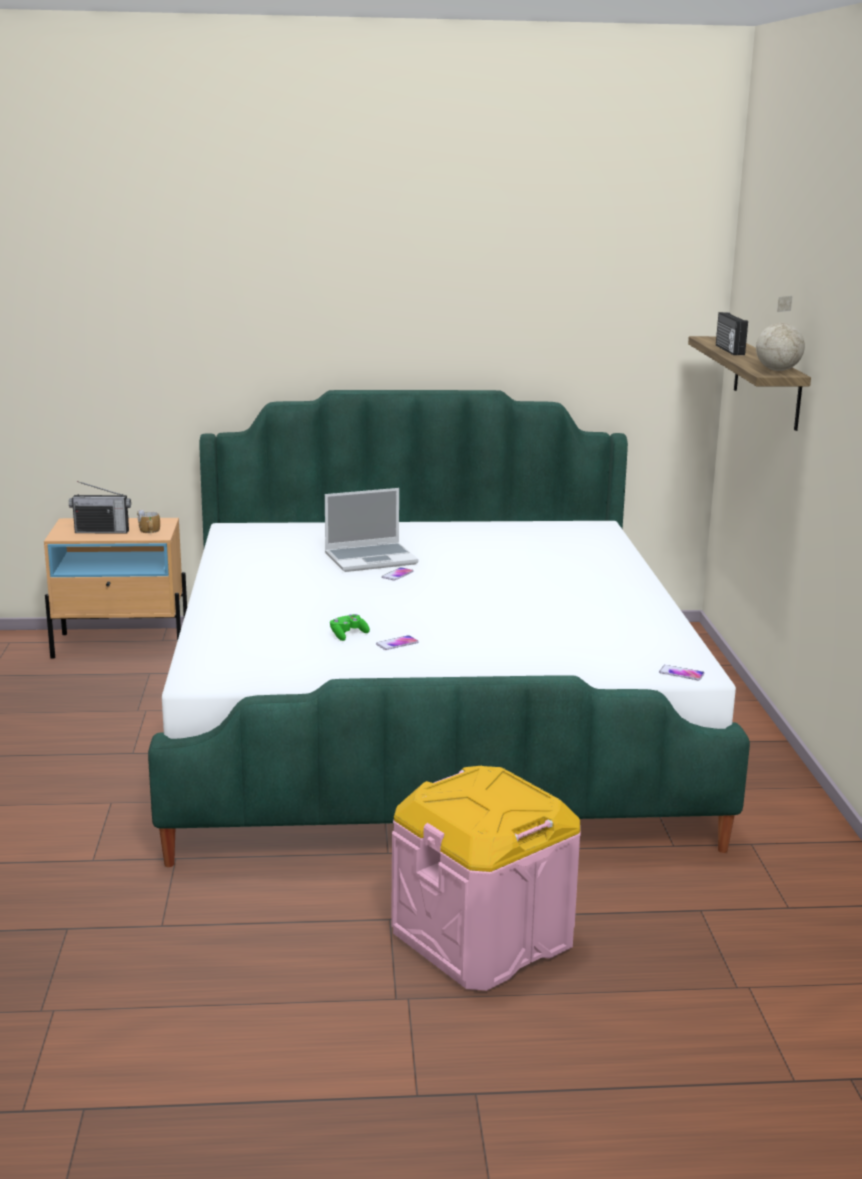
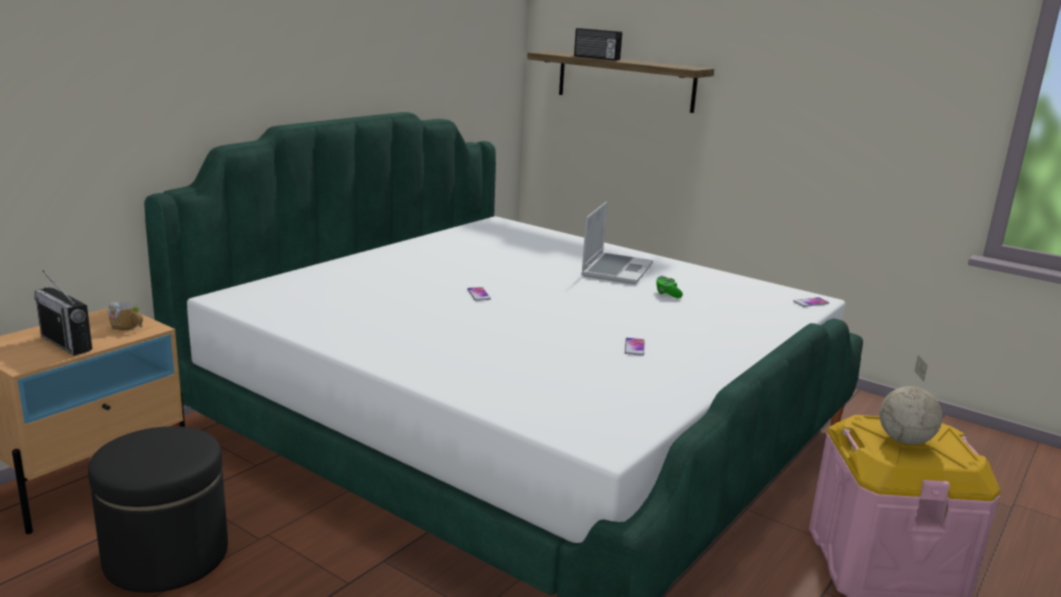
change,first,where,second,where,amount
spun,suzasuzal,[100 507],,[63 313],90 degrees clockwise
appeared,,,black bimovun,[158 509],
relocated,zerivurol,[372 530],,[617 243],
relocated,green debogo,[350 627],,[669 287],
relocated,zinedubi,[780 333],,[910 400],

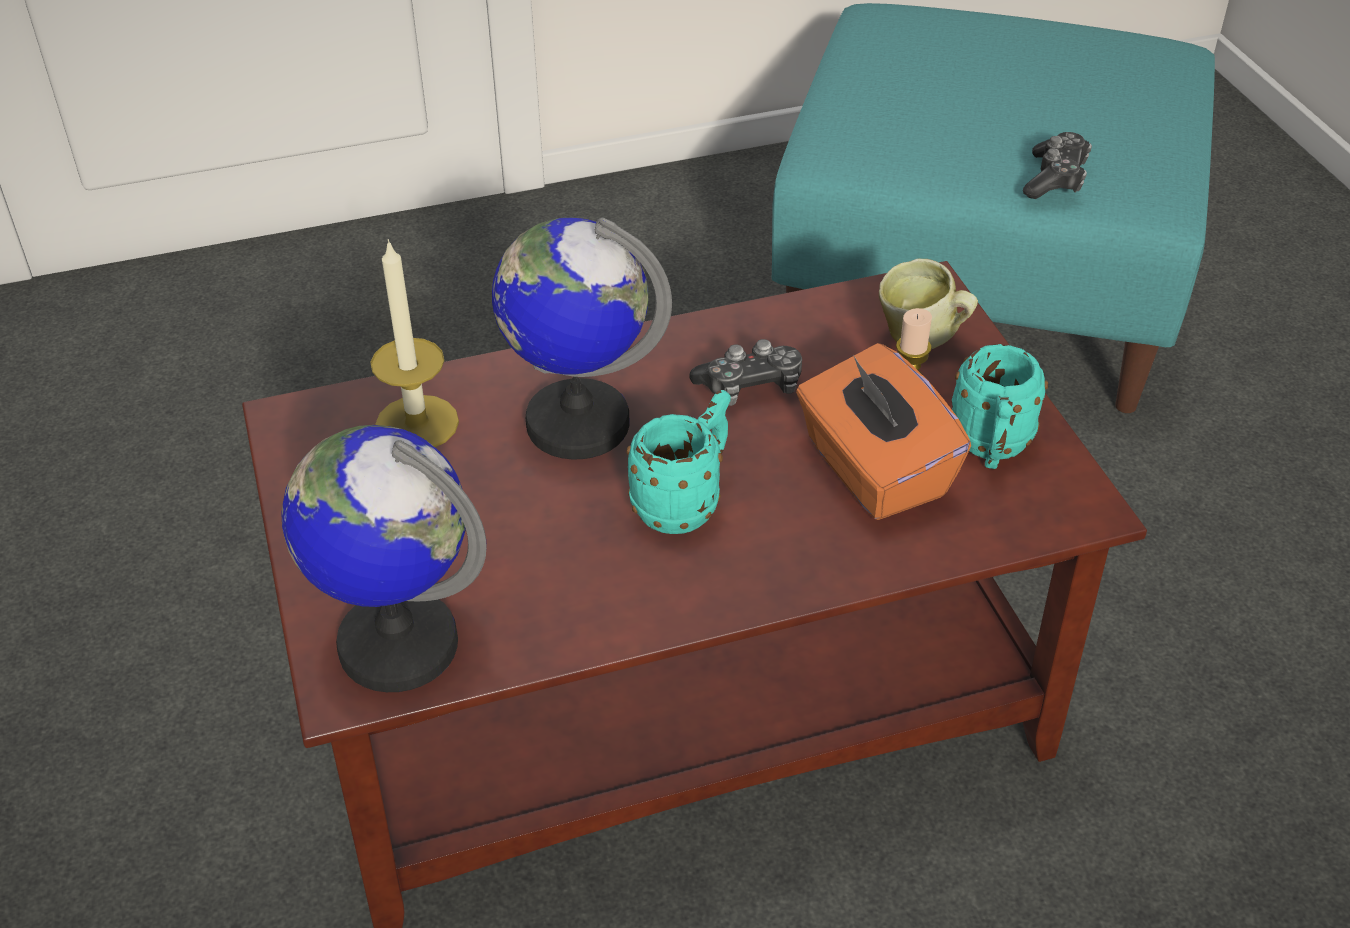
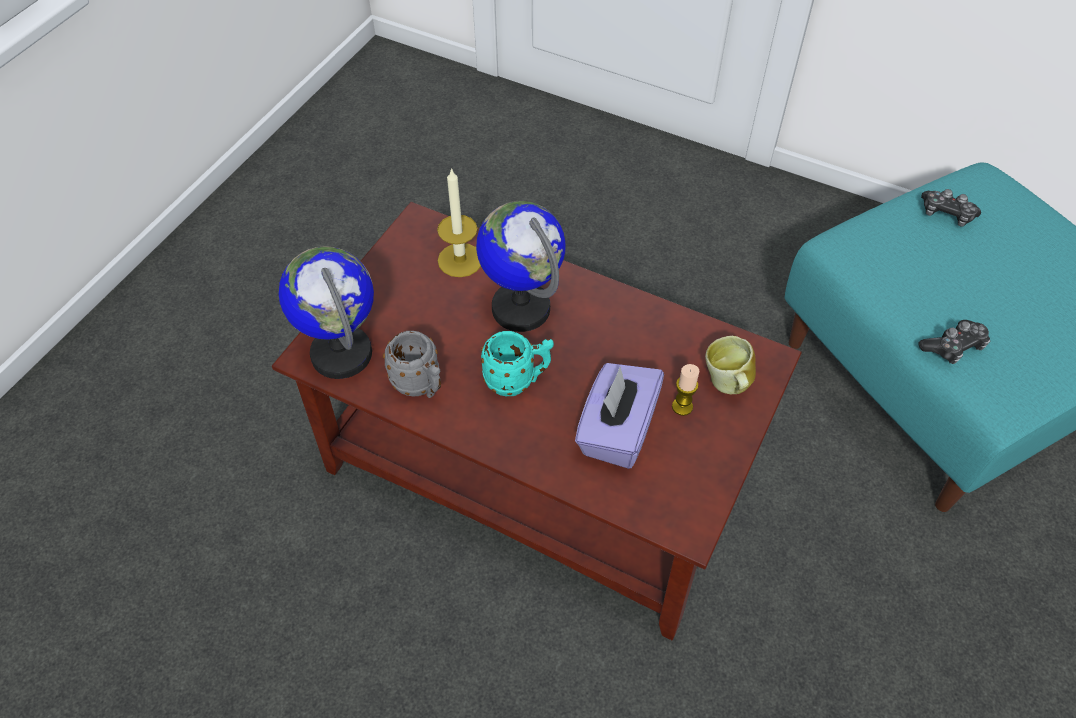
change,first,where,second,where,amount
appeared,,,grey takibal,[412 364],
colour,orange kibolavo,[883 431],purple kibolavo,[619 416],
relocated,debogo,[745 372],,[951 208],
missing,turquoise takibal,[1000 406],,,

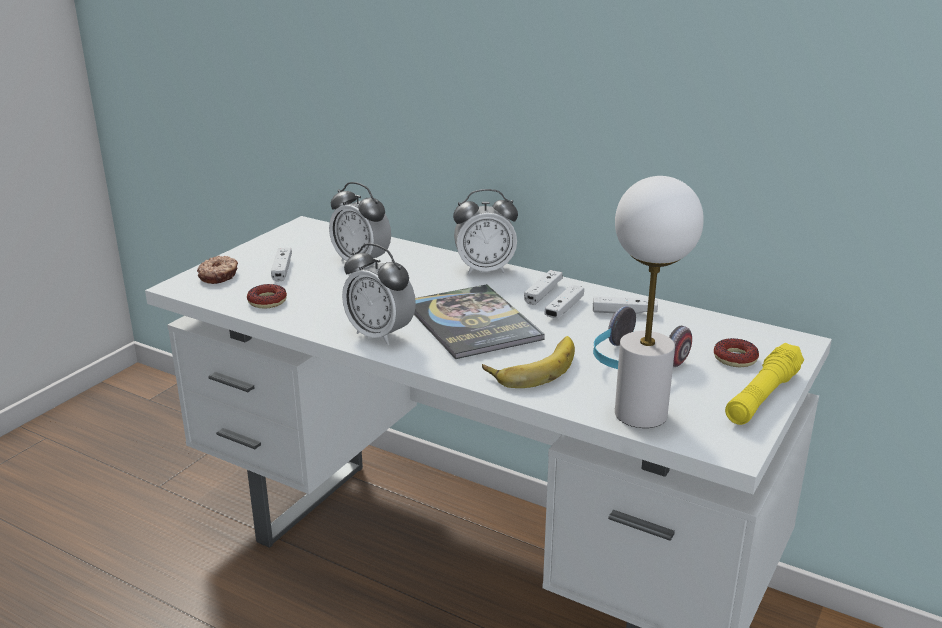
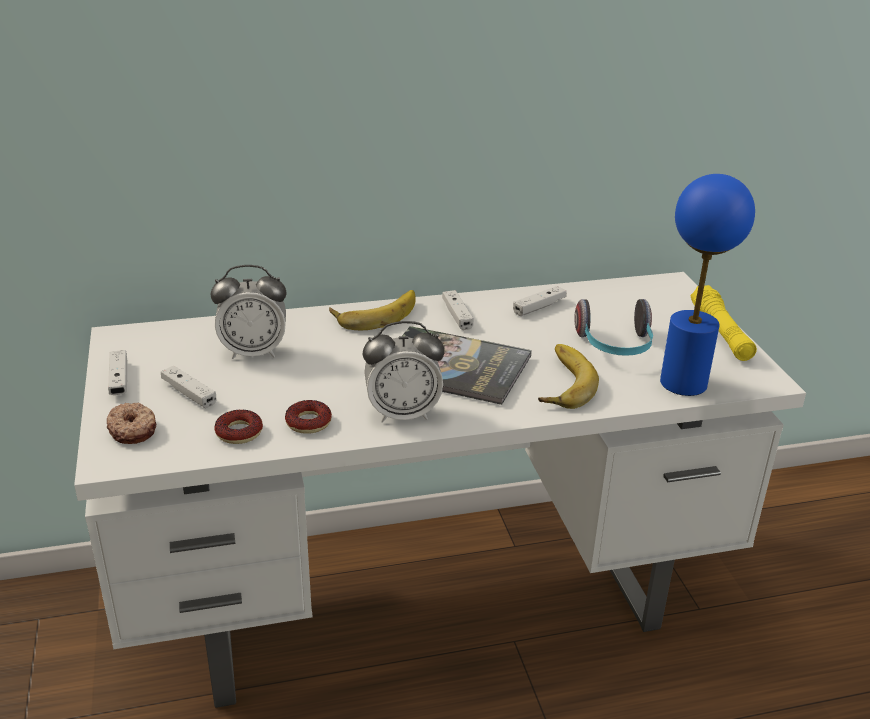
change,first,where,second,where,amount
relocated,white debogo,[564 301],,[117 372],
relocated,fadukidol,[736 352],,[308 417],
exchanged,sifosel,[485 232],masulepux,[372 310],
colour,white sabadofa,[659 302],blue sabadofa,[707 285],

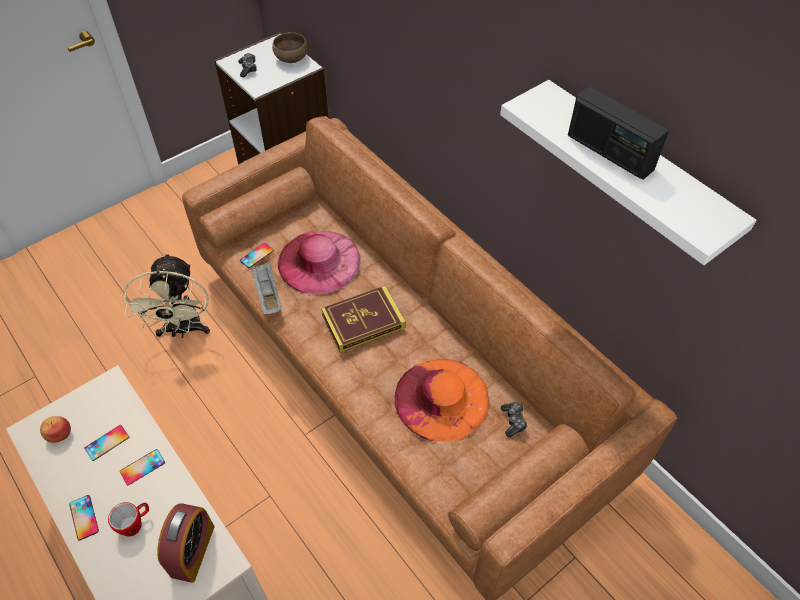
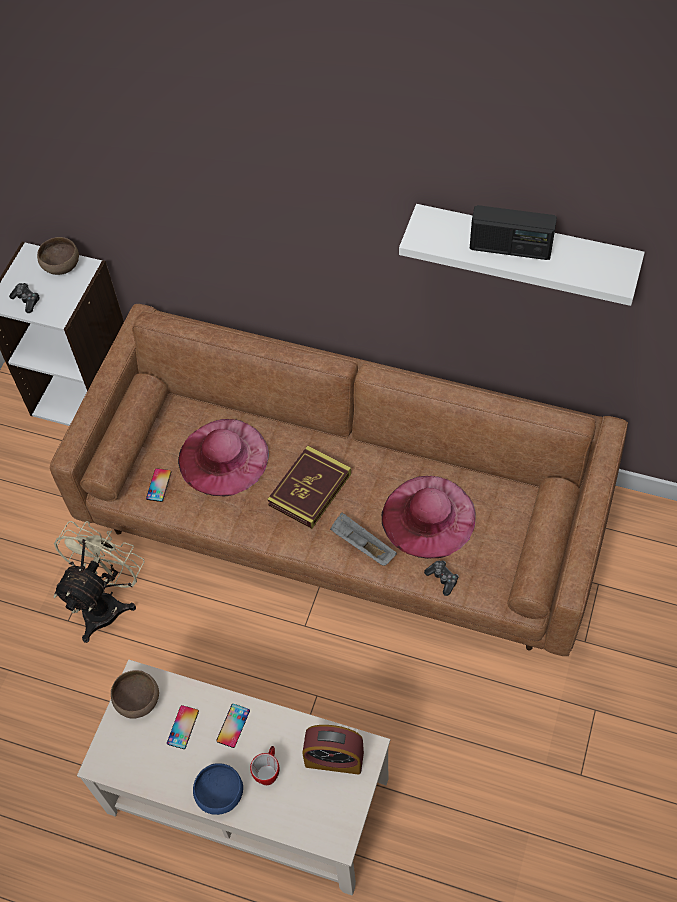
change,first,where,second,where,amount
spun,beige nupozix,[167 295],,[99 582],120 degrees counterclockwise
appeared,,,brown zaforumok,[135 694],
exchanged,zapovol,[84 518],blue zaforumok,[218 789],
spun,sifosel,[185 543],,[333 750],120 degrees clockwise
relocated,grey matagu,[266 288],,[363 539],
colour,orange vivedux,[441 400],pink vivedux,[429 517],
relocated,debogo,[514 419],,[441 578],
missing,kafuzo,[55 429],,,

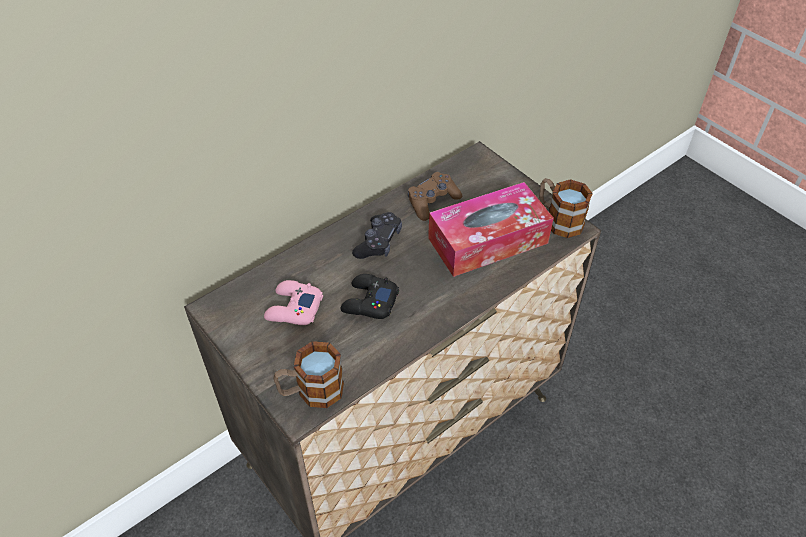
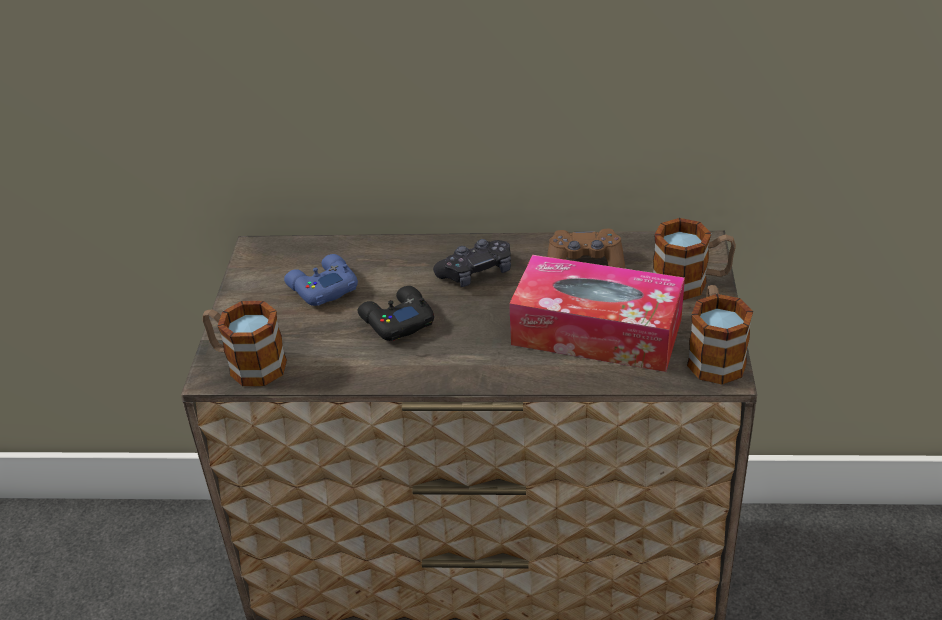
change,first,where,second,where,amount
colour,pink debogo,[293 302],blue debogo,[321 280],
appeared,,,takibal,[694 259],

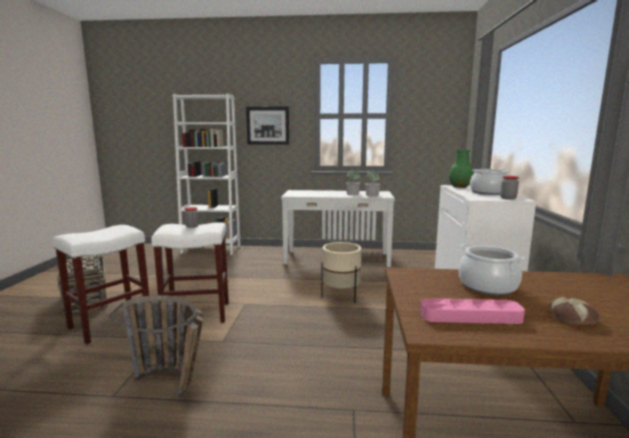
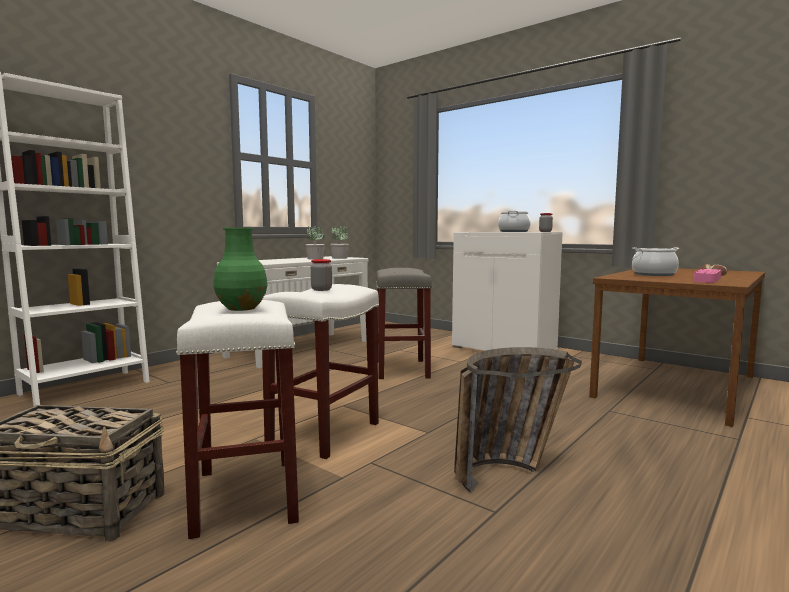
change,first,where,second,where,amount
relocated,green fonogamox,[461 169],,[240 269],
exchanged,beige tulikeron,[341 272],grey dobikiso,[404 323],
missing,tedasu,[267 125],,,

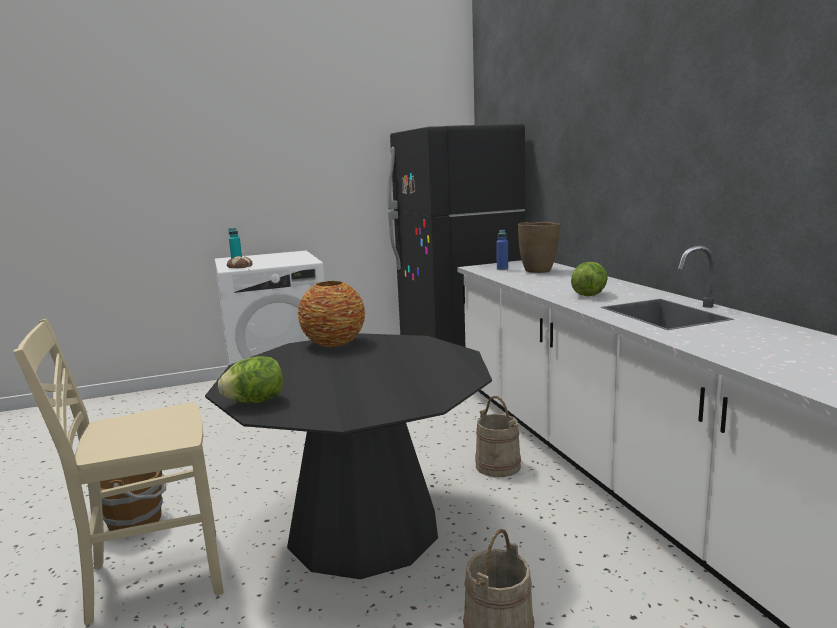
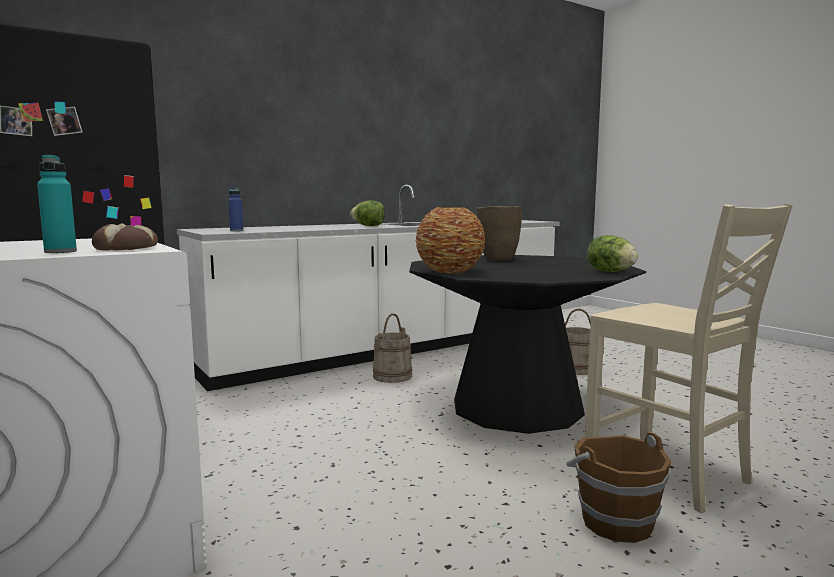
change,first,where,second,where,amount
relocated,brown fonogamox,[539 247],,[499 233],

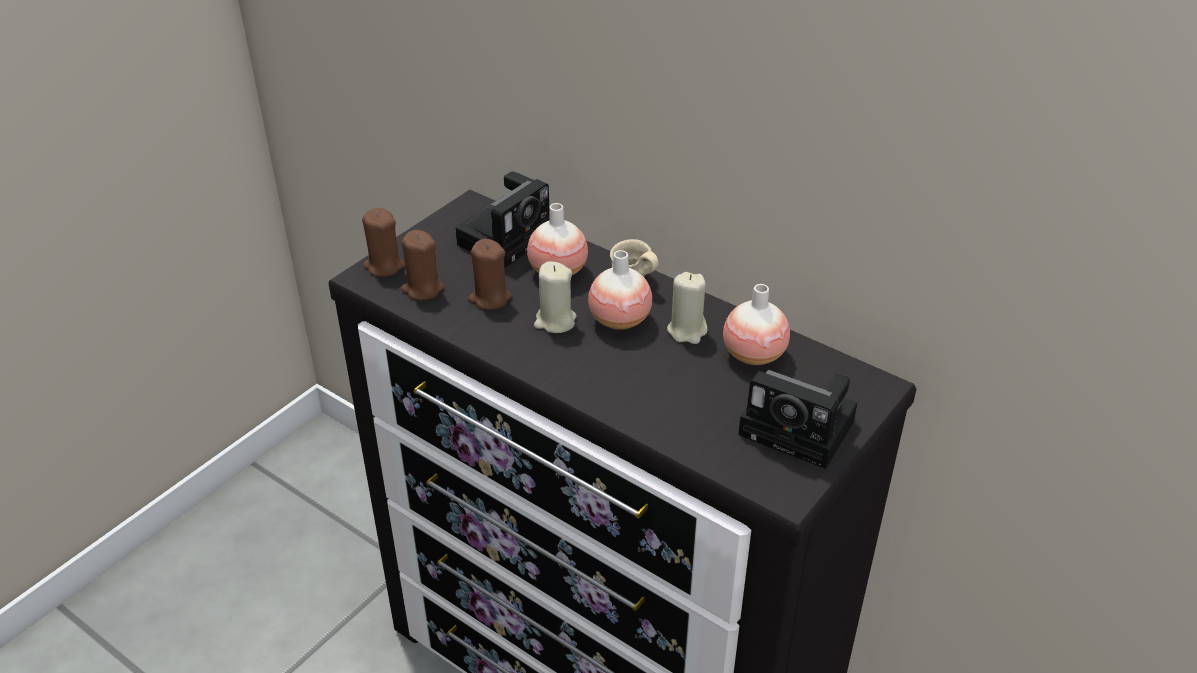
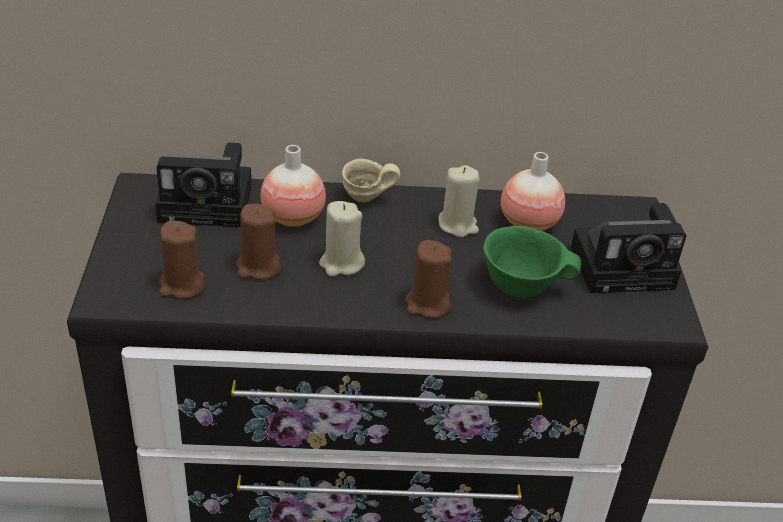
change,first,where,second,where,amount
spun,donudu,[502 220],,[203 184],90 degrees clockwise
relocated,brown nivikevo,[383 242],,[428 279],
appeared,,,green zaforumok,[532 262],
missing,fonogamox,[620 290],,,

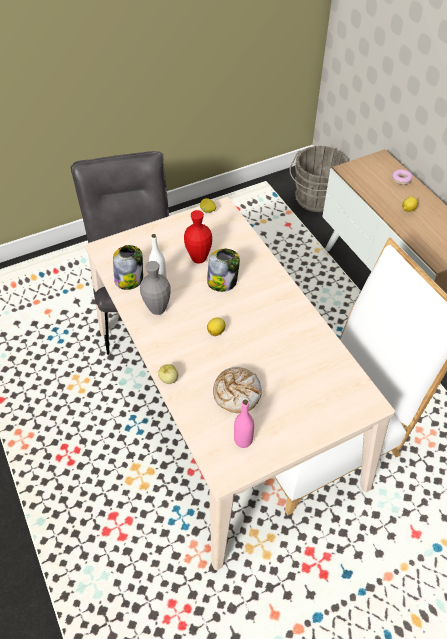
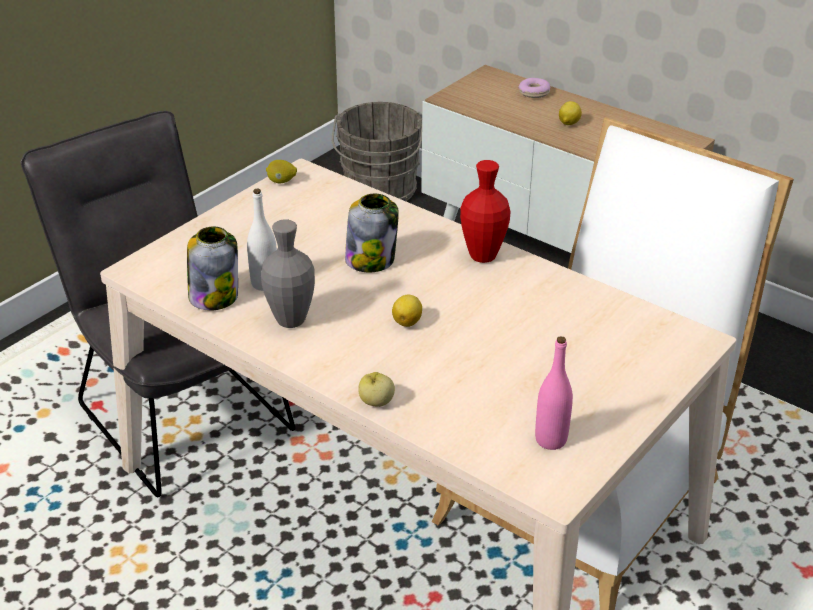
change,first,where,second,where,amount
relocated,red fonogamox,[198 236],,[485 211],
missing,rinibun,[237 390],,,

